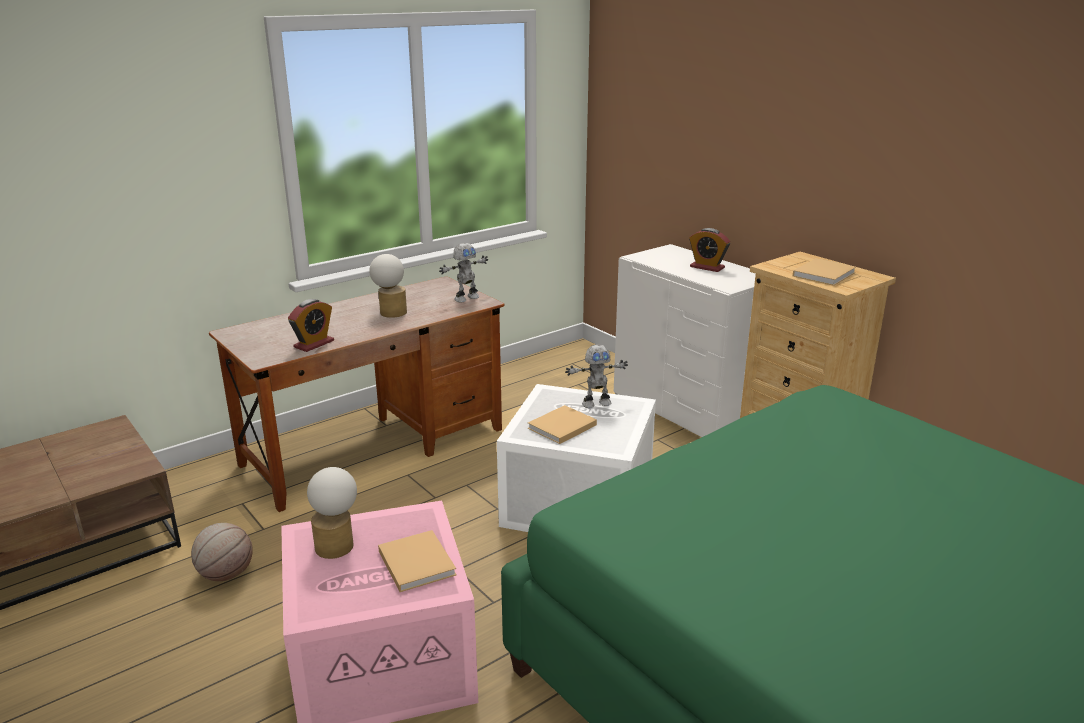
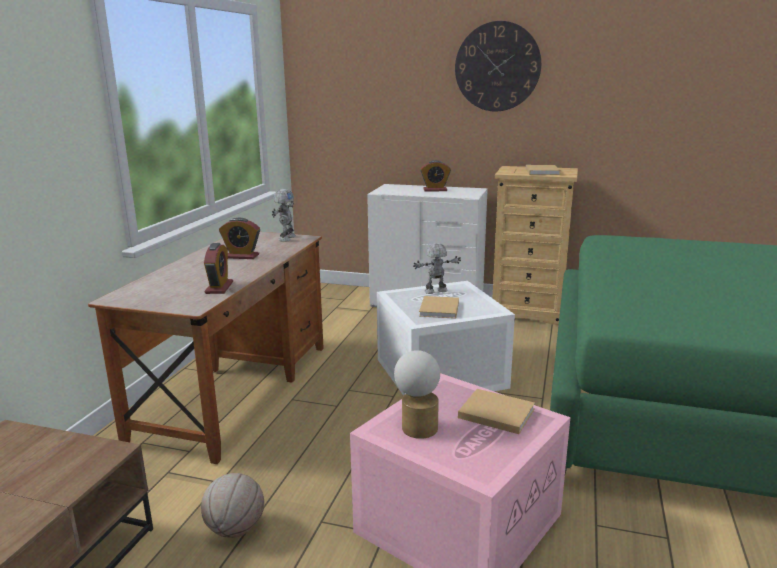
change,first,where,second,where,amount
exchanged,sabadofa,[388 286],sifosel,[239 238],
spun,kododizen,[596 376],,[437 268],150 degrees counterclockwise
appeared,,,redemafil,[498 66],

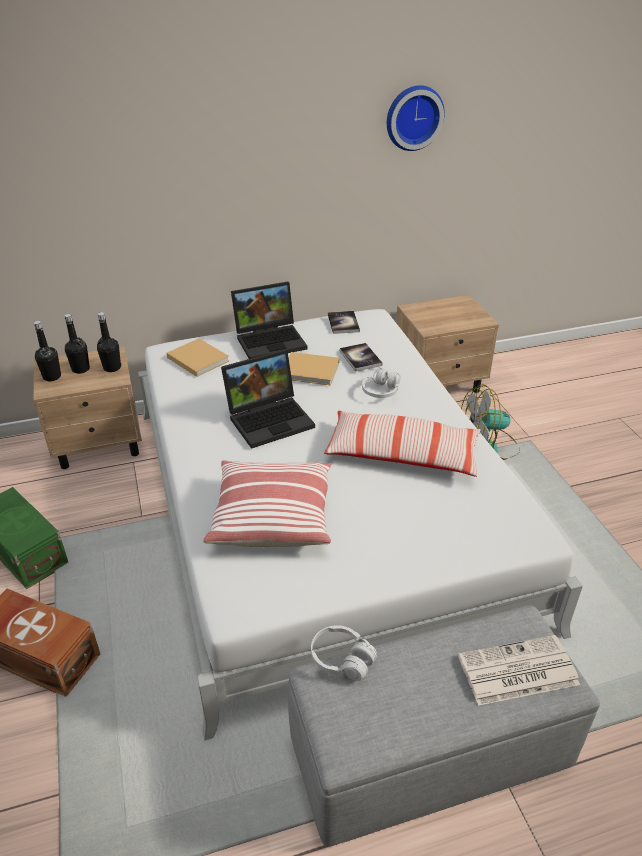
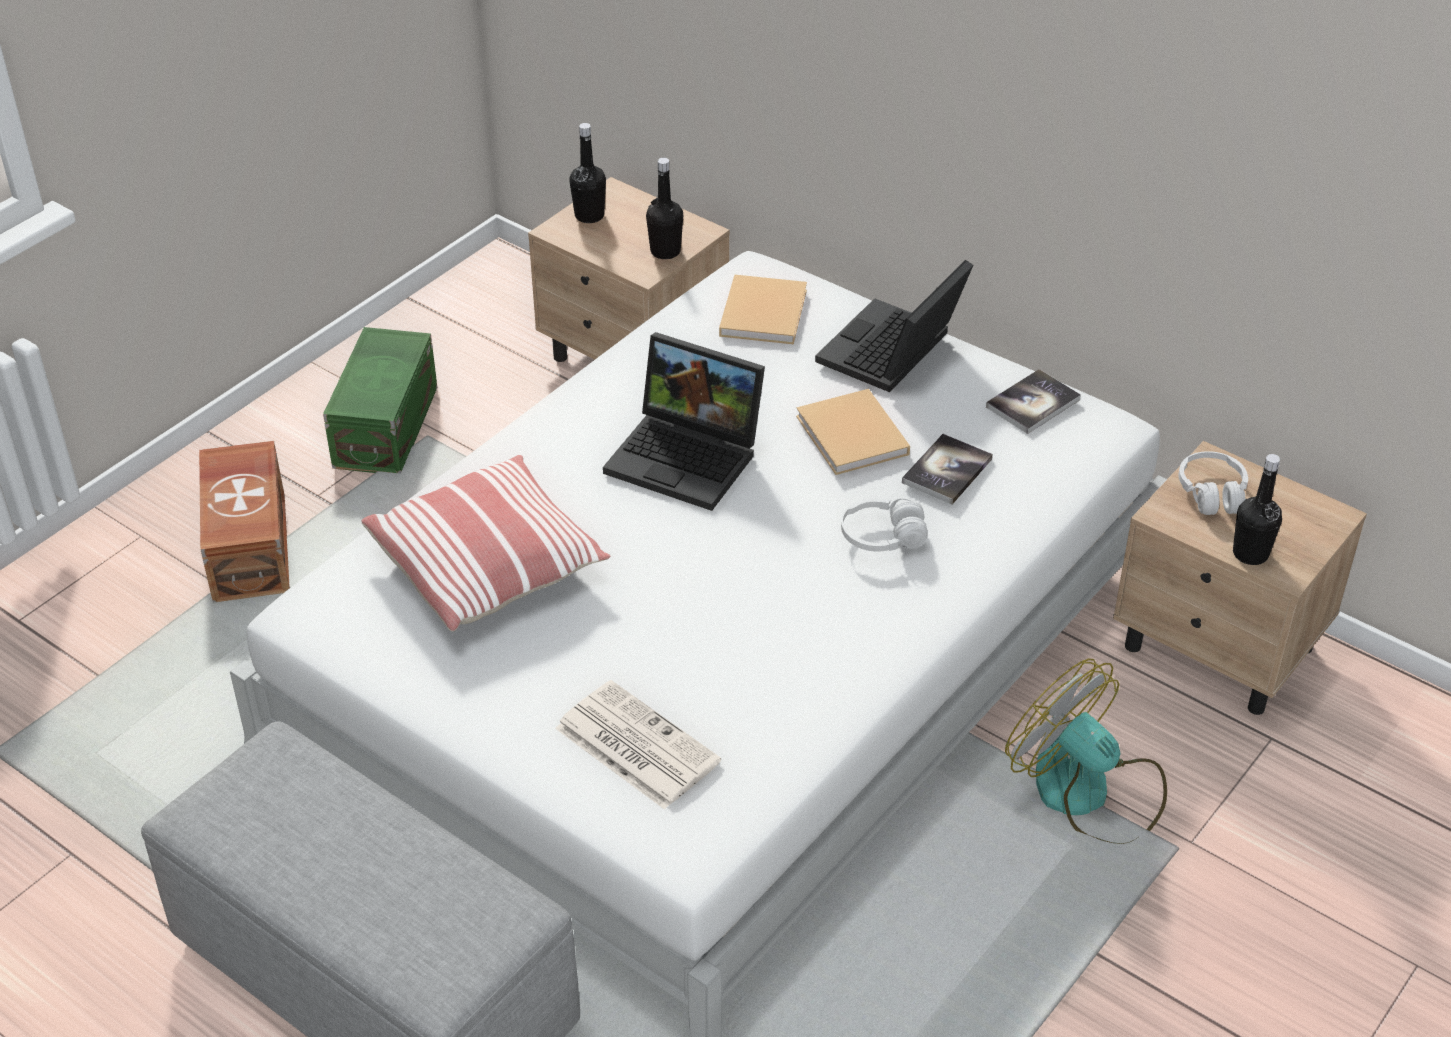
change,first,where,second,where,amount
relocated,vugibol,[519 670],,[638 745],
spun,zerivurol,[269 320],,[894 326],90 degrees clockwise
relocated,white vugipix,[344 653],,[1213 483],
relocated,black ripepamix,[77 344],,[1257 509],
missing,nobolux,[402 444],,,
missing,redemafil,[416 118],,,

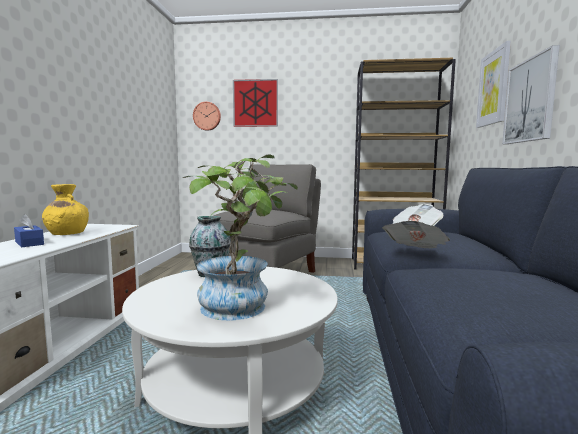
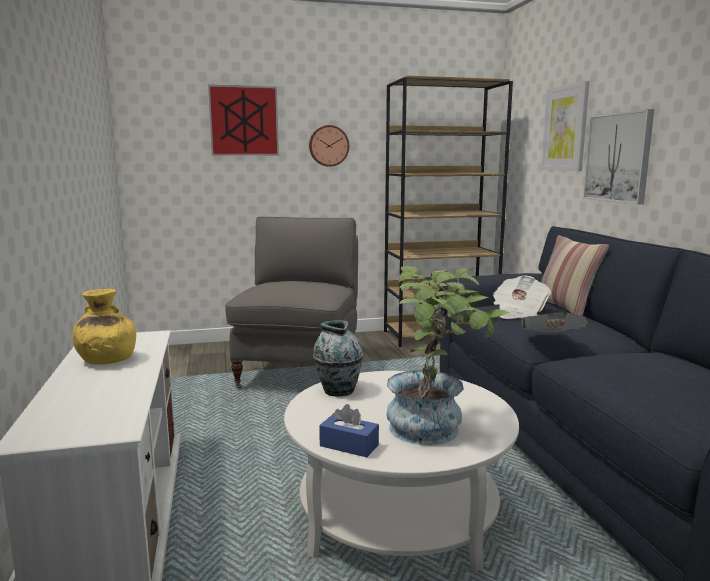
change,first,where,second,where,amount
relocated,redemafil,[207 116],,[329 146],
relocated,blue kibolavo,[29 230],,[349 430],
appeared,,,nobolux,[575 275],

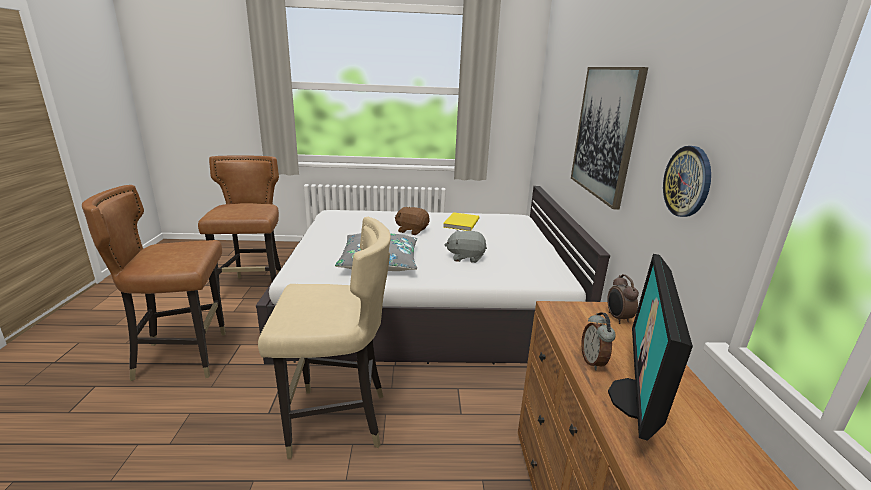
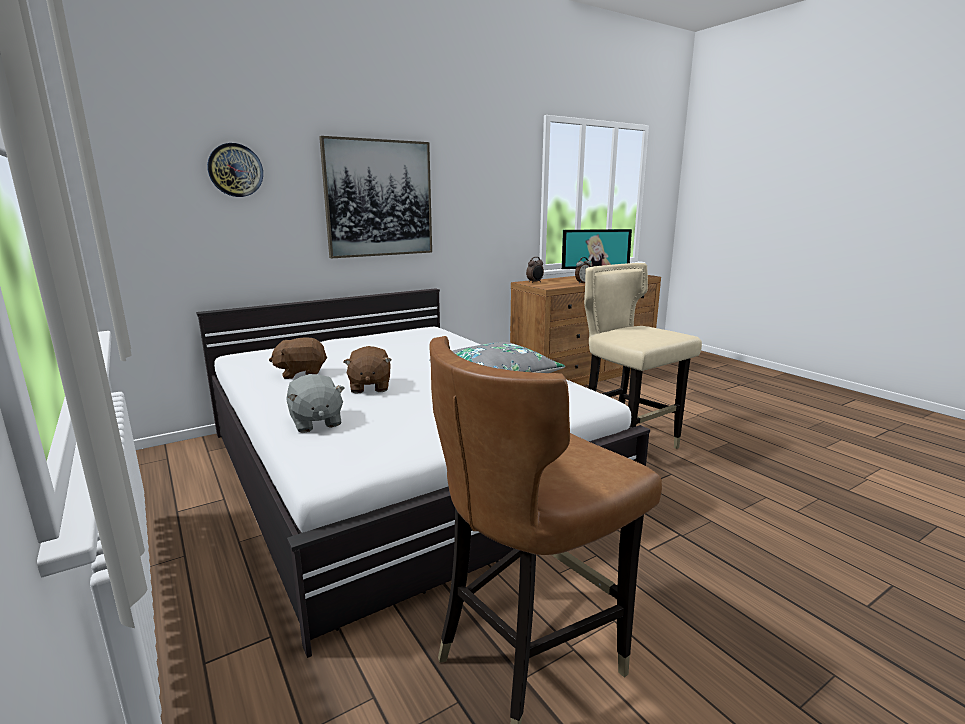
change,first,where,second,where,amount
relocated,redemafil,[687 181],,[235 170],
exchanged,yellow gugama,[461 221],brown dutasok,[298 358],
relocated,grey dutasok,[466 246],,[316 403],
missing,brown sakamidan,[154 283],,,

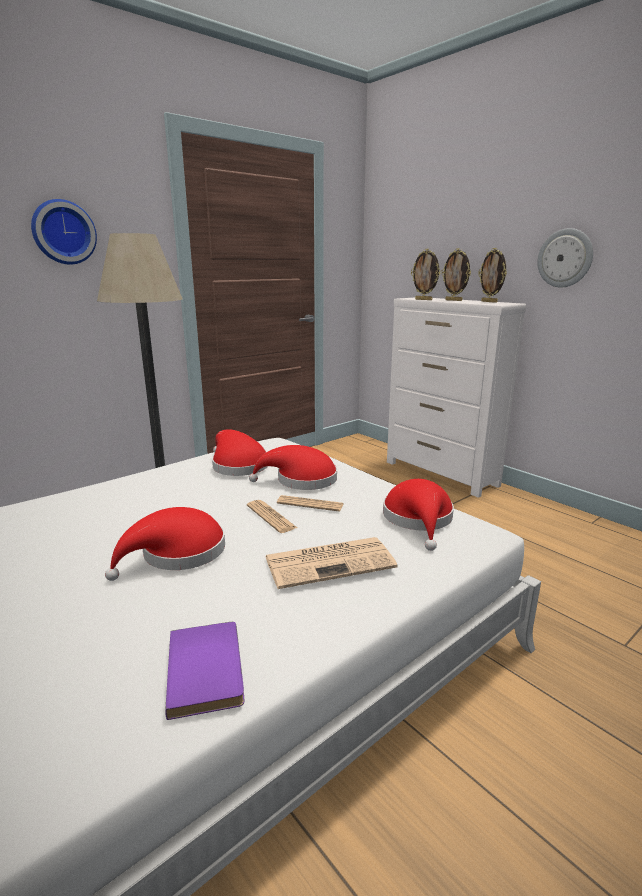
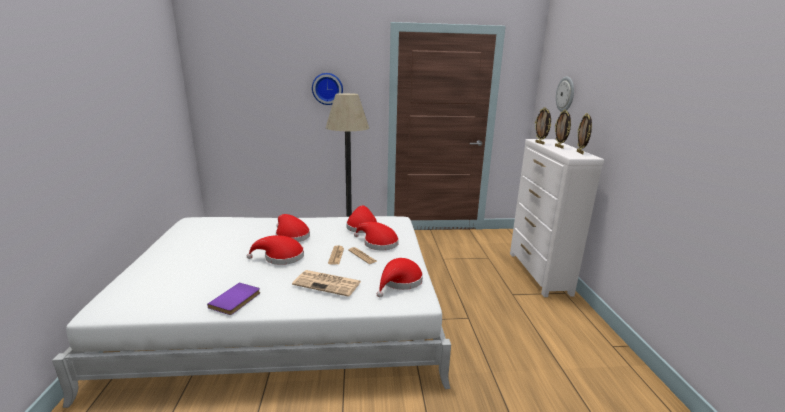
change,first,where,second,where,amount
appeared,,,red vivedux,[293 228],
relocated,redemafil,[565 258],,[565 94],

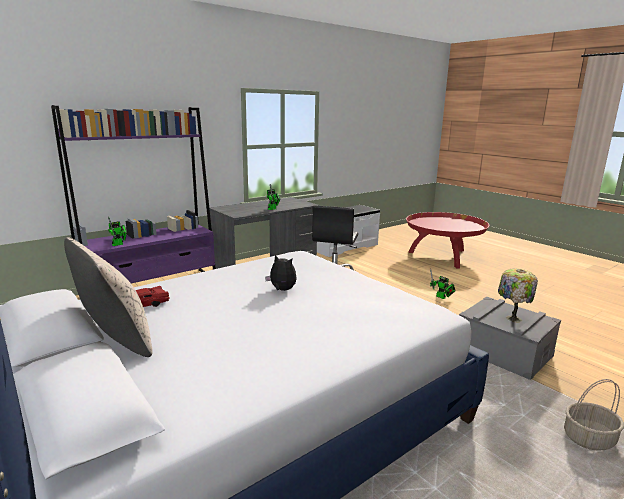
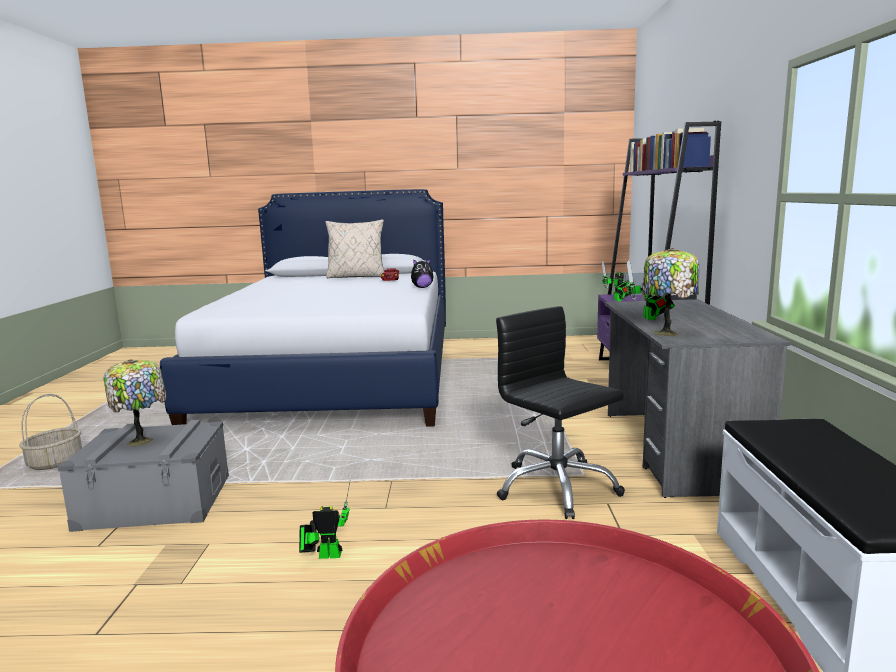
change,first,where,second,where,amount
relocated,dutasok,[281 272],,[422 273],
appeared,,,sabadofa,[671 292],

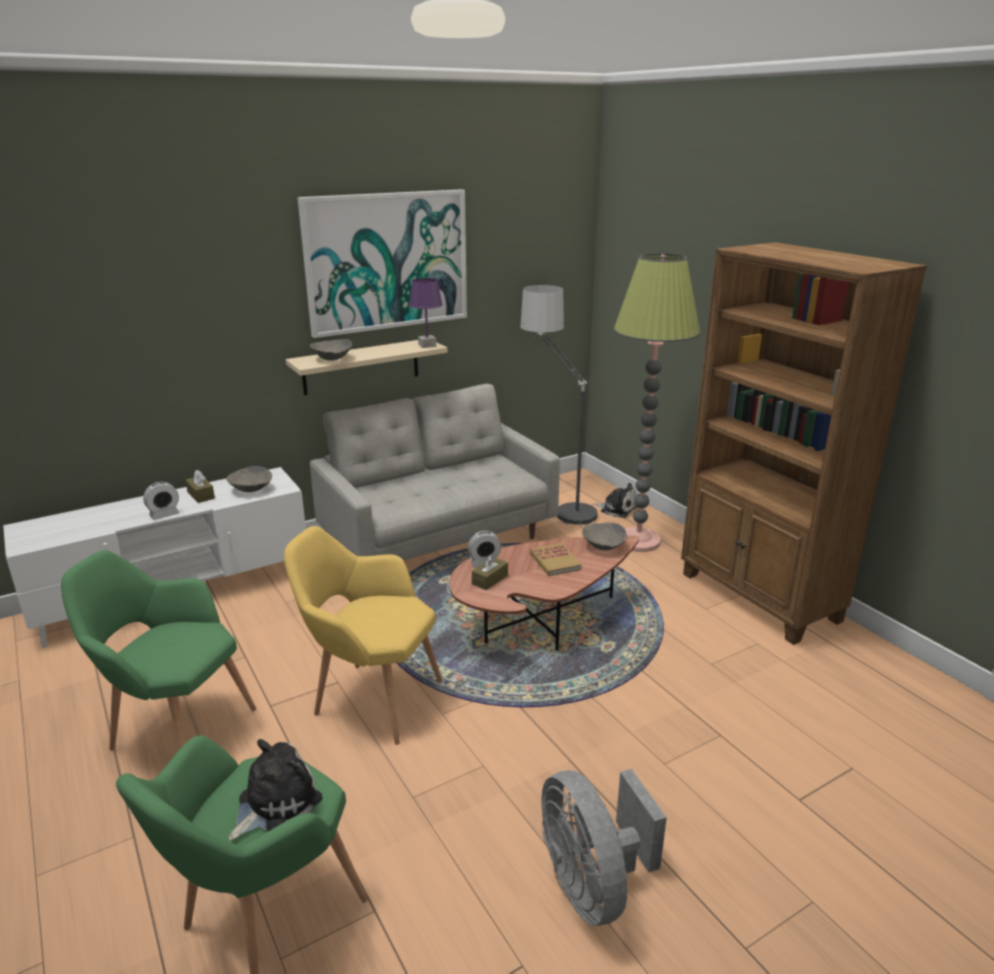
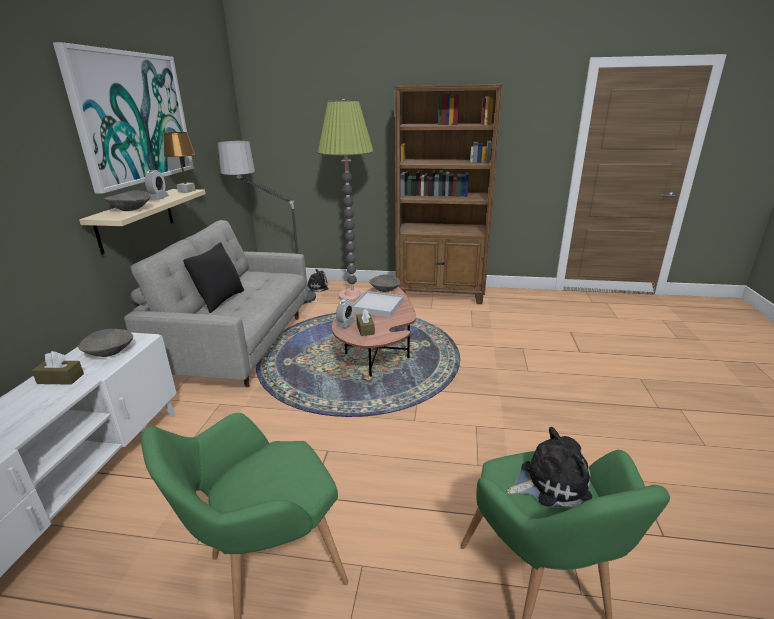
change,first,where,second,where,amount
relocated,sifosel,[161 501],,[157 185],
colour,purple sabadofa,[426 313],brown sabadofa,[179 162],
appeared,,,black nobolux,[213 277],
exchanged,gugama,[556 559],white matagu,[378 304],
spun,dutasok,[276 790],,[549 467],90 degrees clockwise
missing,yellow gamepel,[363 635],,,
missing,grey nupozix,[604 847],,,

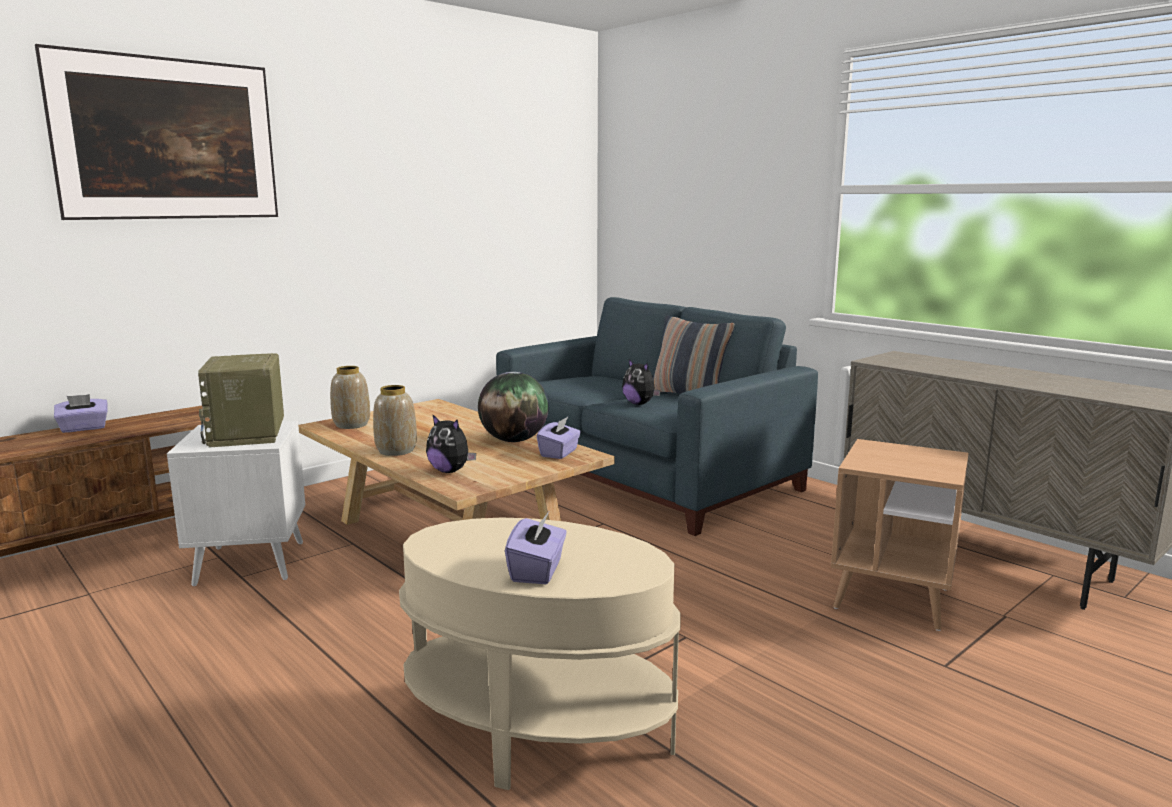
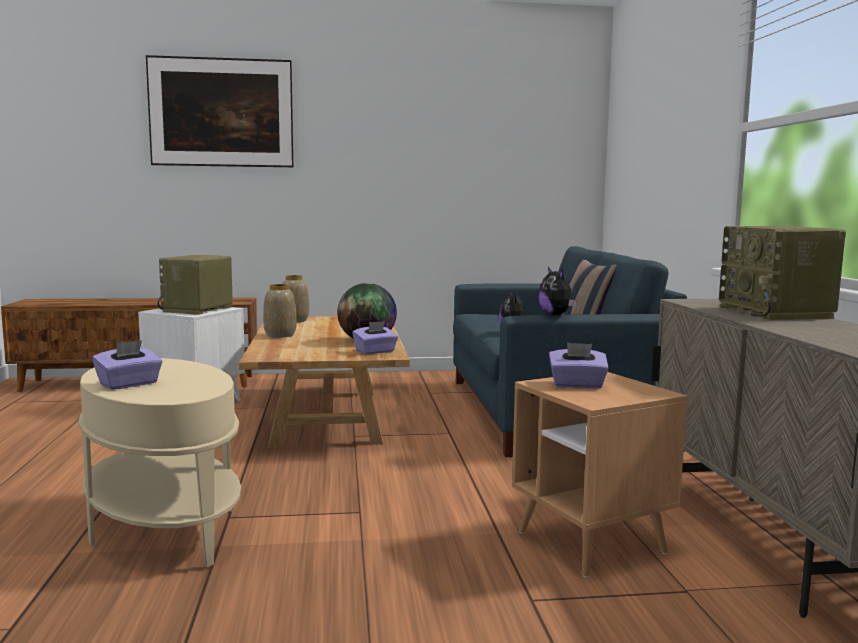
change,first,where,second,where,amount
relocated,dutasok,[451 444],,[557 291],
relocated,purple kibolavo,[80 413],,[579 365],
appeared,,,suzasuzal,[782 273],

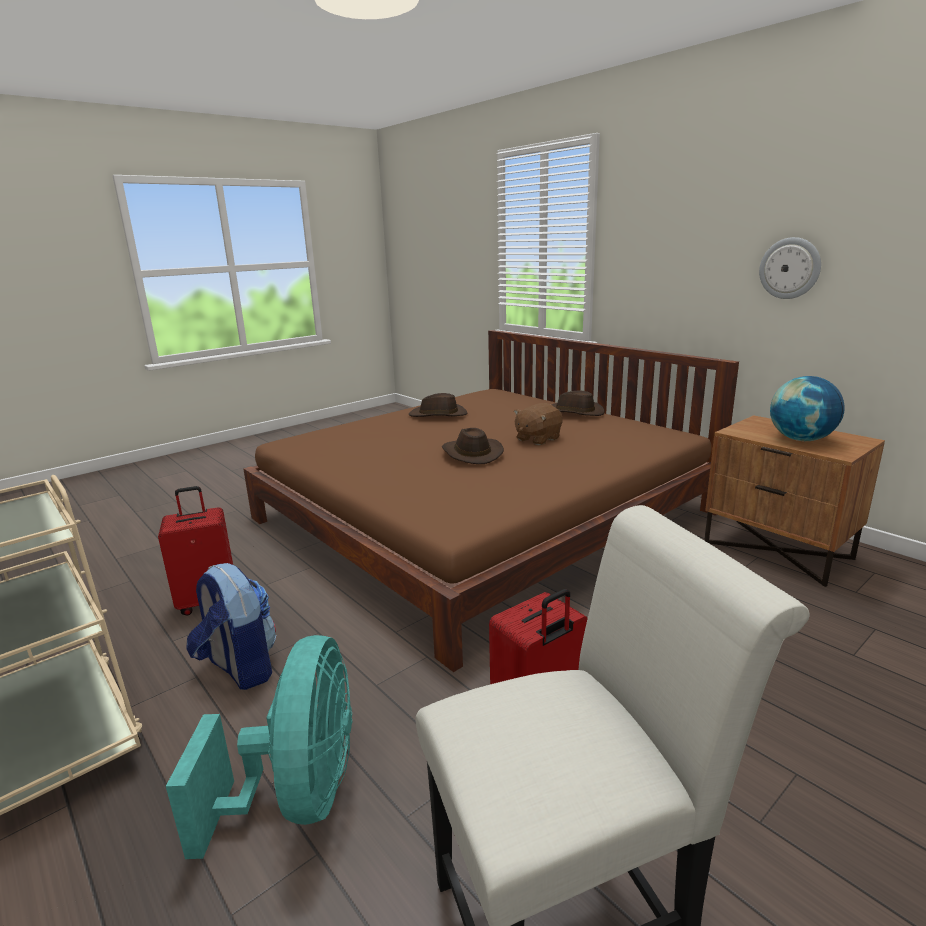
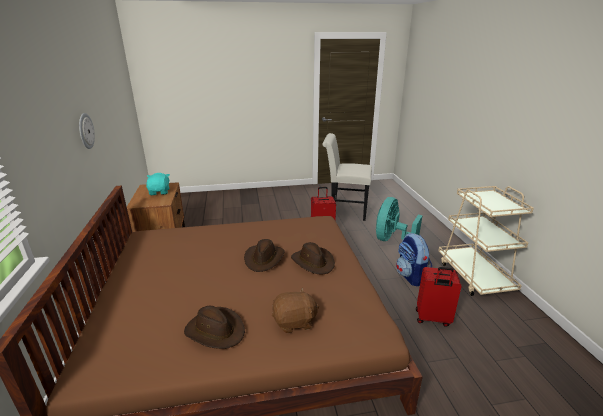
change,first,where,second,where,amount
exchanged,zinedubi,[807 408],turquoise dutasok,[158 184],
relocated,brown dutasok,[538 424],,[295 310],
relocated,brown vivedux,[578 403],,[313 258],

